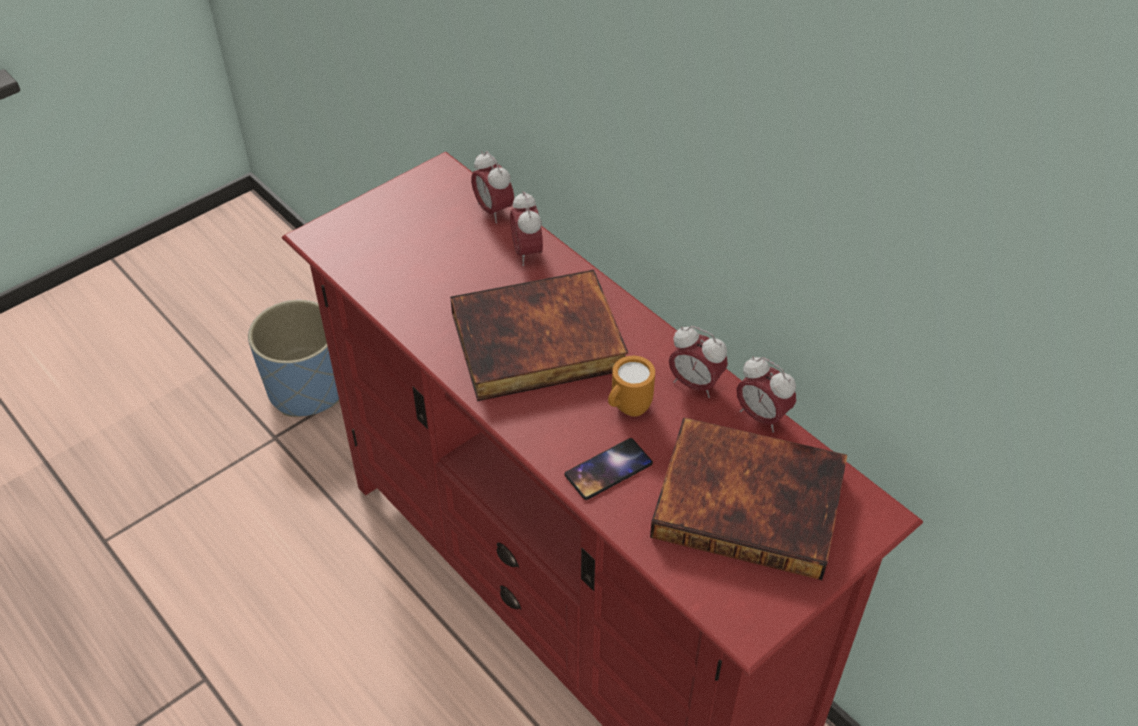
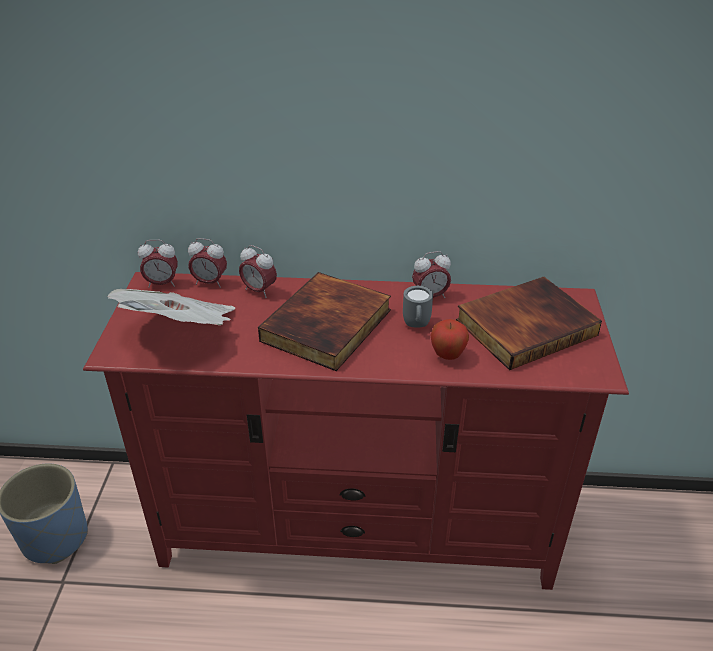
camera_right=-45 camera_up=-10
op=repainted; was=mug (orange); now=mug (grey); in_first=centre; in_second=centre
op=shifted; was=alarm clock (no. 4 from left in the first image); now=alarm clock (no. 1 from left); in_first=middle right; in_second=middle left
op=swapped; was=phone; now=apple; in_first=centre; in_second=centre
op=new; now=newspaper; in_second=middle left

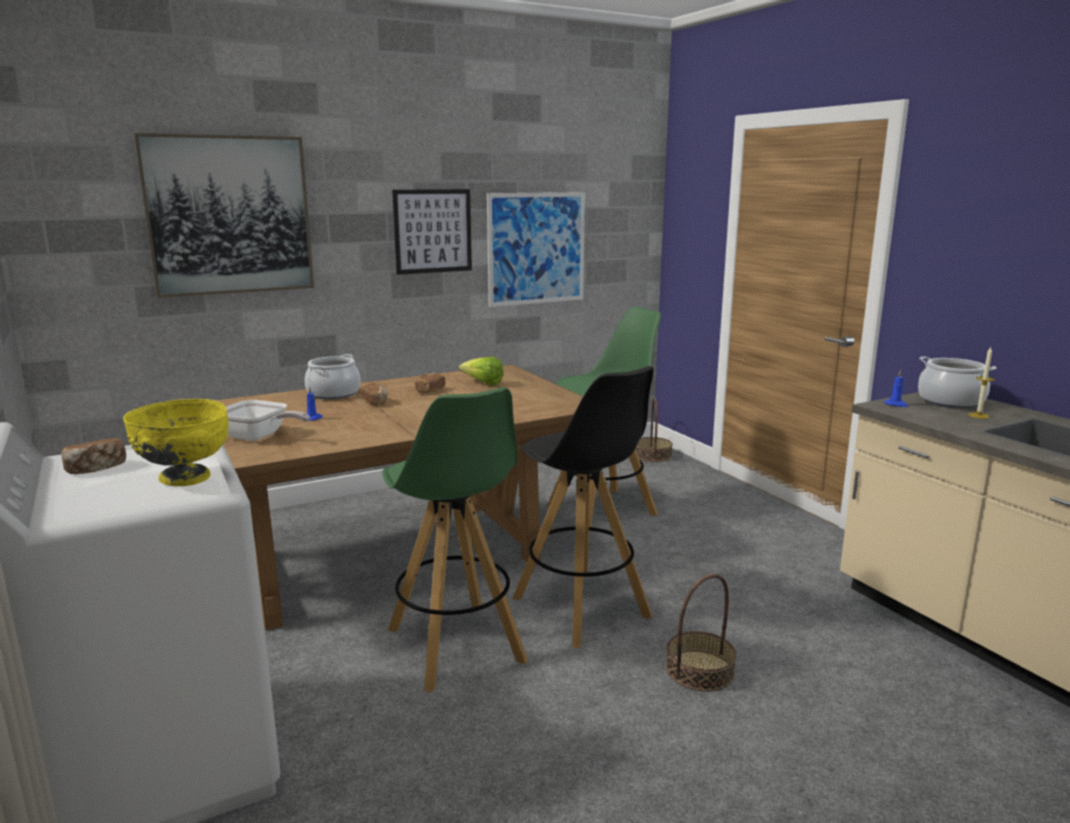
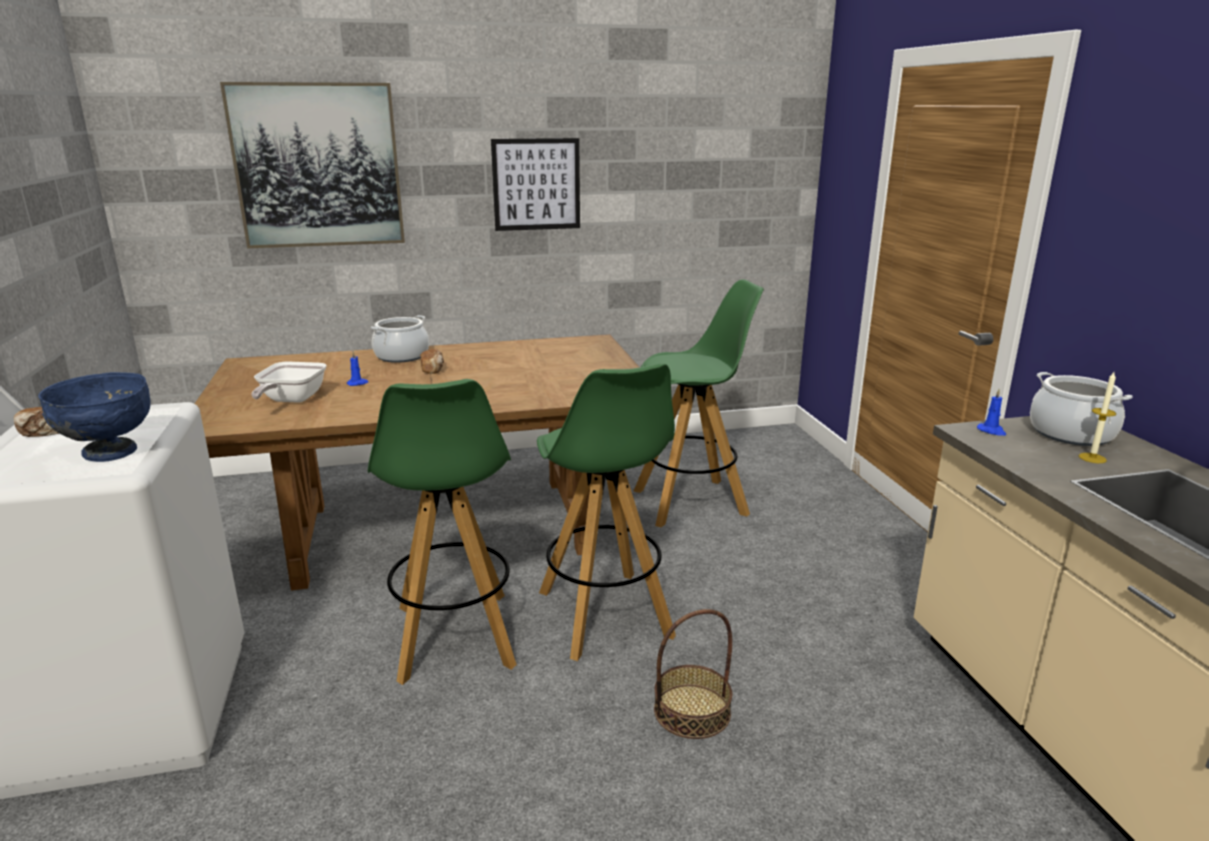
camera_right=15 camera_up=5
op=gone; was=picture (no. 3 from left); in_first=top centre
op=gone; was=lettuce; in_first=centre
op=repainted; was=stool (black); now=stool (green) (no. 2 from left); in_first=centre; in_second=centre
op=gone; was=bread (no. 3 from left); in_first=centre
op=gone; was=basket (no. 1 from left); in_first=centre
op=repainted; was=bowl (yellow); now=bowl (blue); in_first=middle left; in_second=middle left
op=rotated; was=frying pan; in_first=middle left; in_second=middle left; clockwise=60

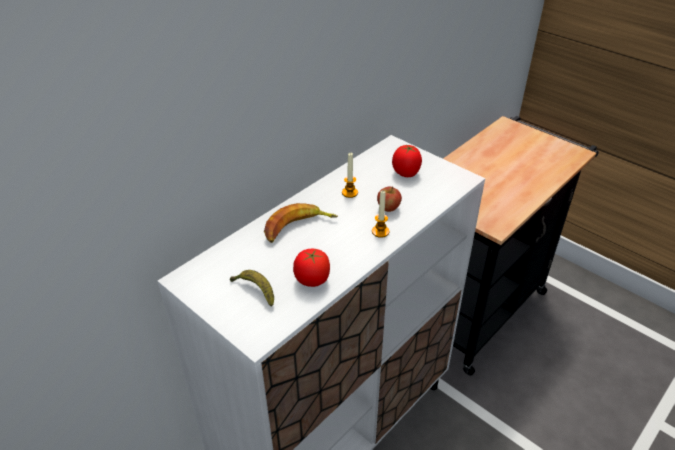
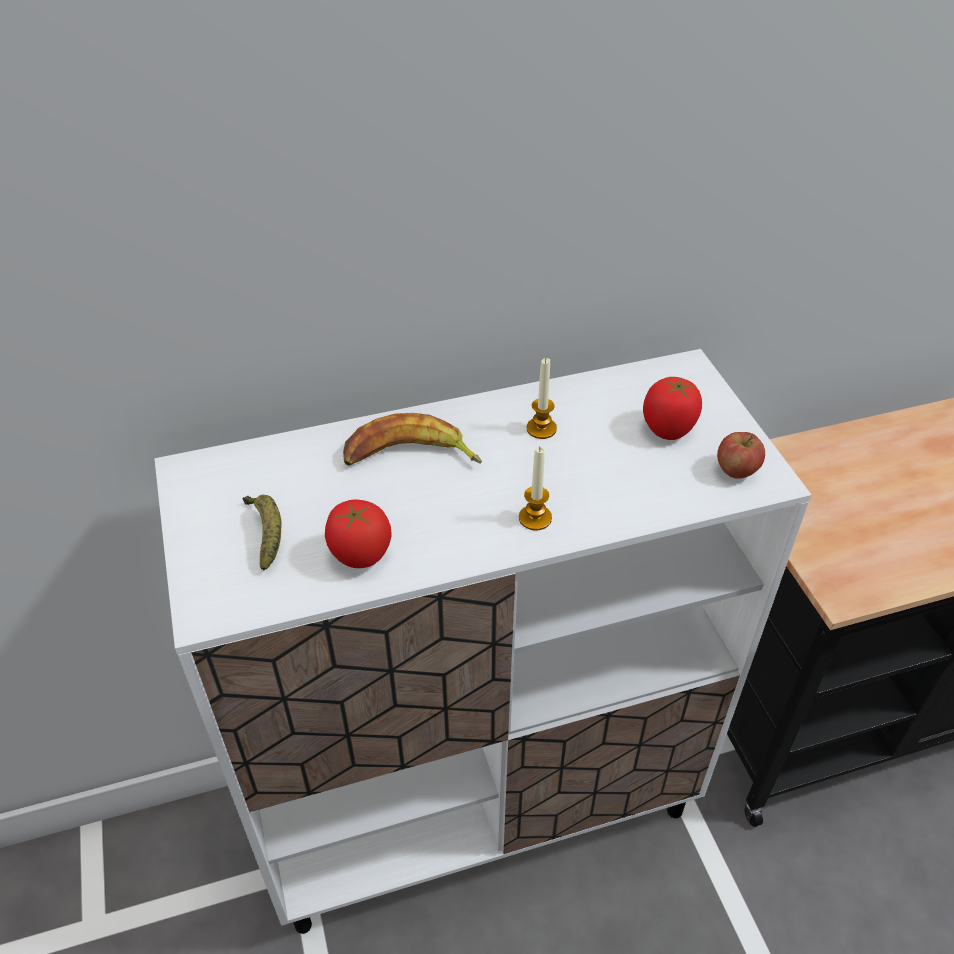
camera_right=30 camera_up=5
op=shifted; was=apple; in_first=centre; in_second=middle right

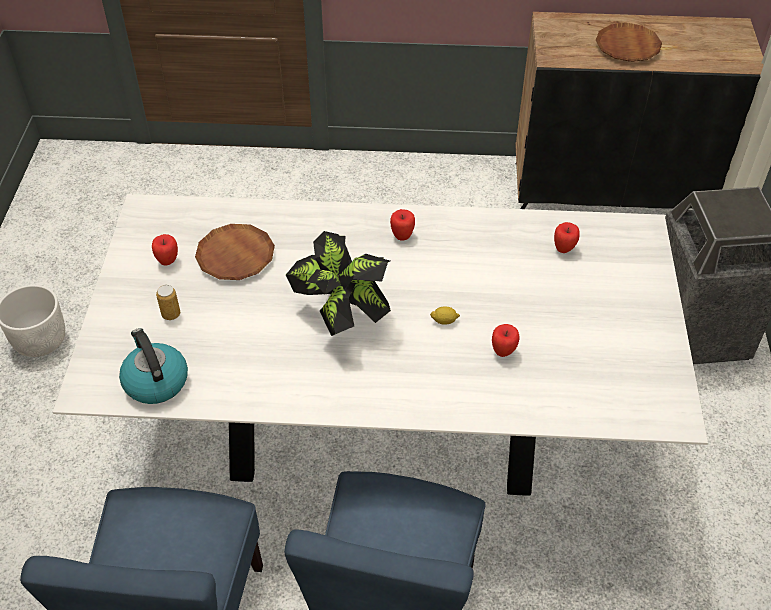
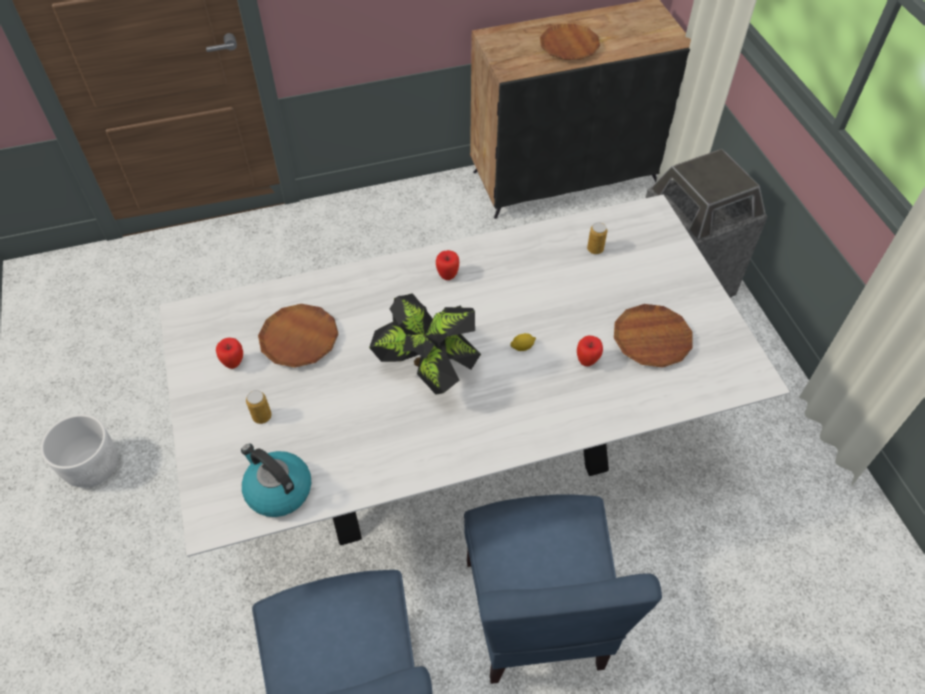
camera_right=-20 camera_up=5
op=swapped; was=apple (no. 4 from left); now=can (no. 2 from left); in_first=middle right; in_second=centre
op=new; now=plate (brown) (no. 3 from left); in_second=middle right

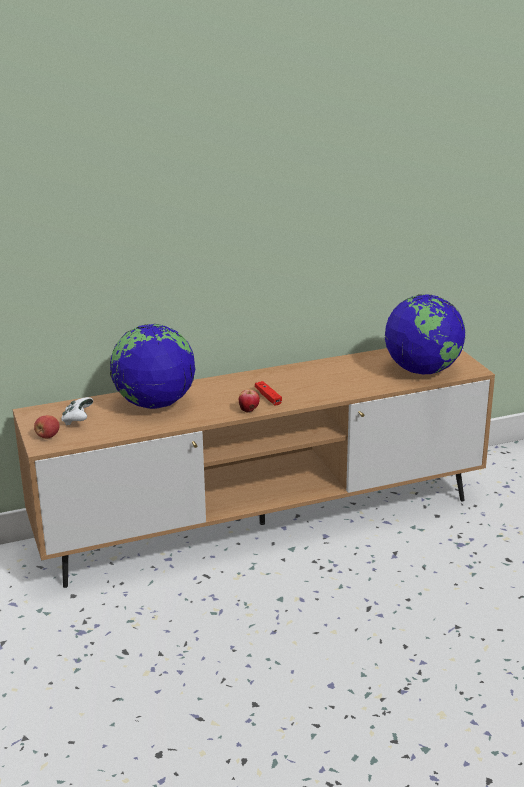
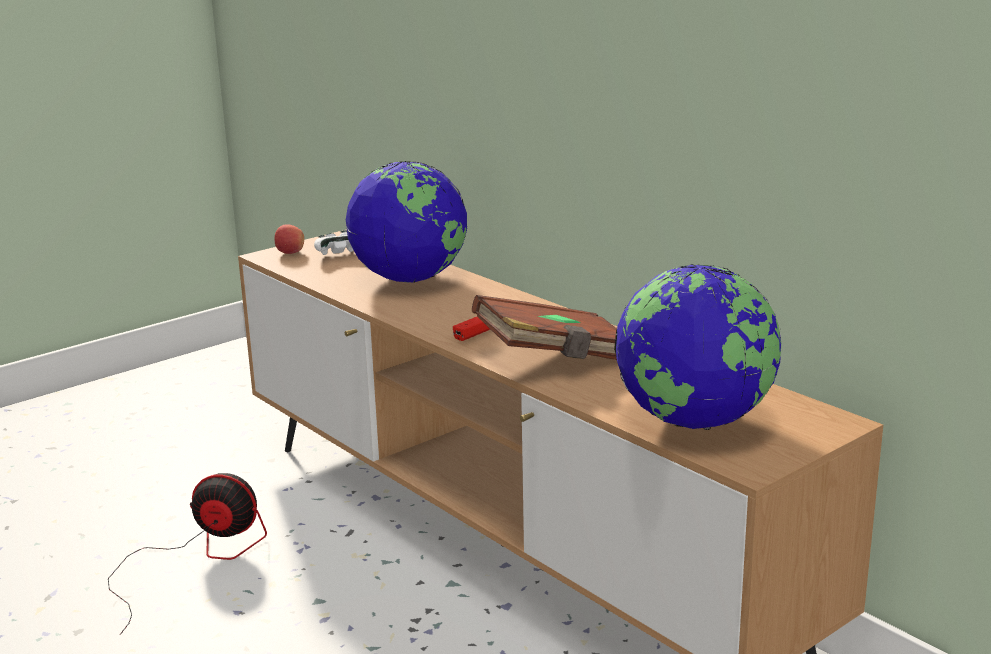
camera_right=70 camera_up=-5
op=gone; was=apple (no. 2 from left); in_first=centre
op=new; now=book (brown); in_second=centre
op=new; now=fan; in_second=bottom left

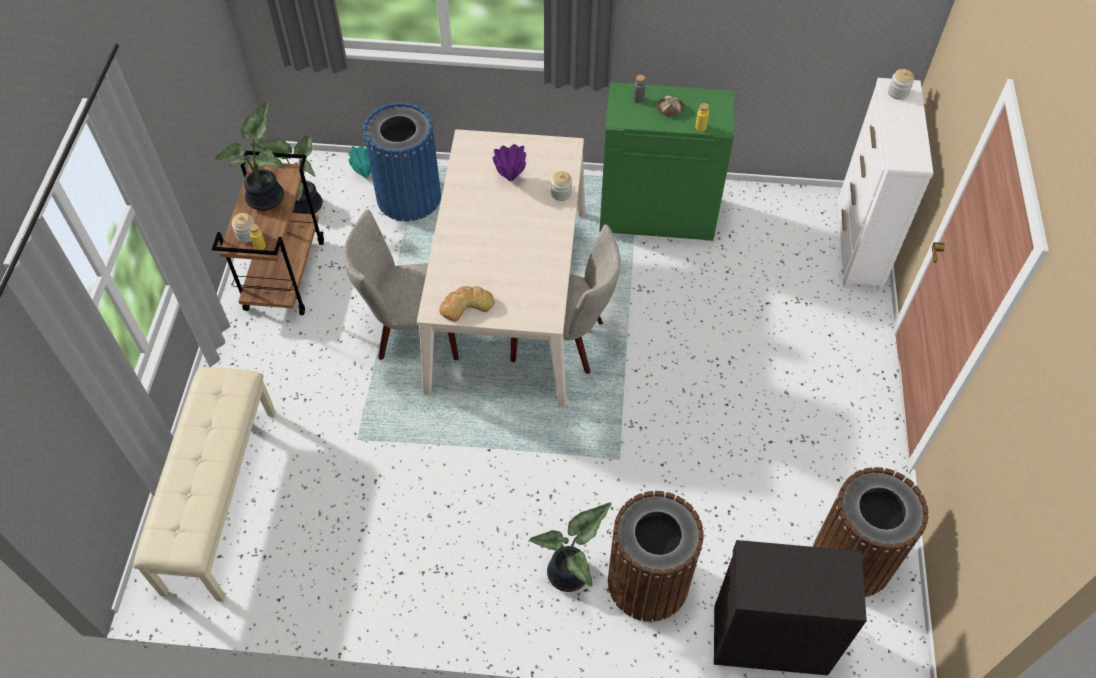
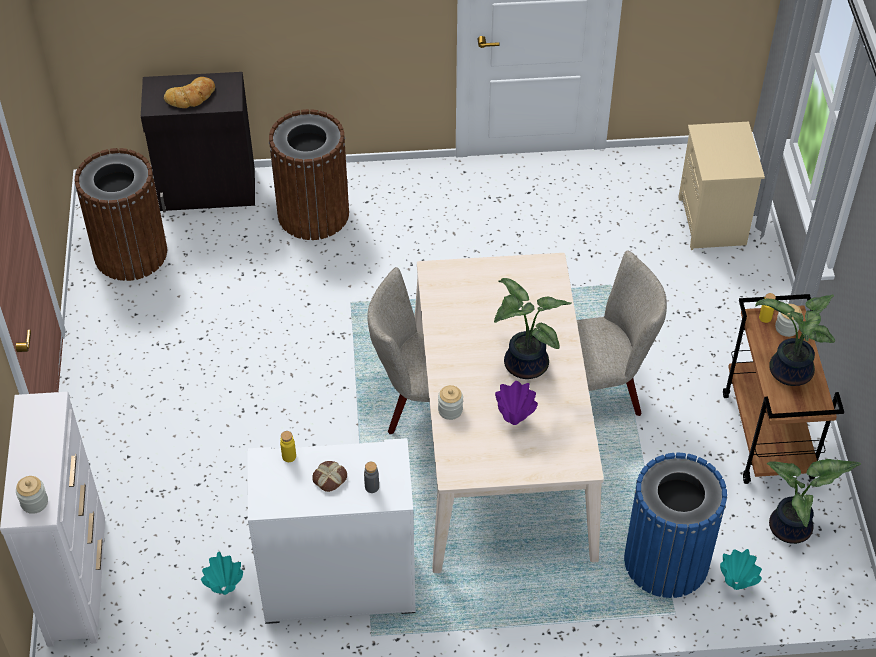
camera_right=170 camera_up=-5
op=repainted; was=cabinet (green); now=cabinet (white); in_first=top centre; in_second=bottom centre
op=shifted; was=bread (no. 1 from left); in_first=centre; in_second=top left
op=swapped; was=bench (beige); now=nightstand (beige); in_first=bottom left; in_second=top right
op=shifted; was=potted plant (no. 3 from left in the first image); now=potted plant (no. 1 from left); in_first=bottom centre; in_second=centre
op=new; now=vase (turquoise) (no. 1 from left); in_second=bottom left

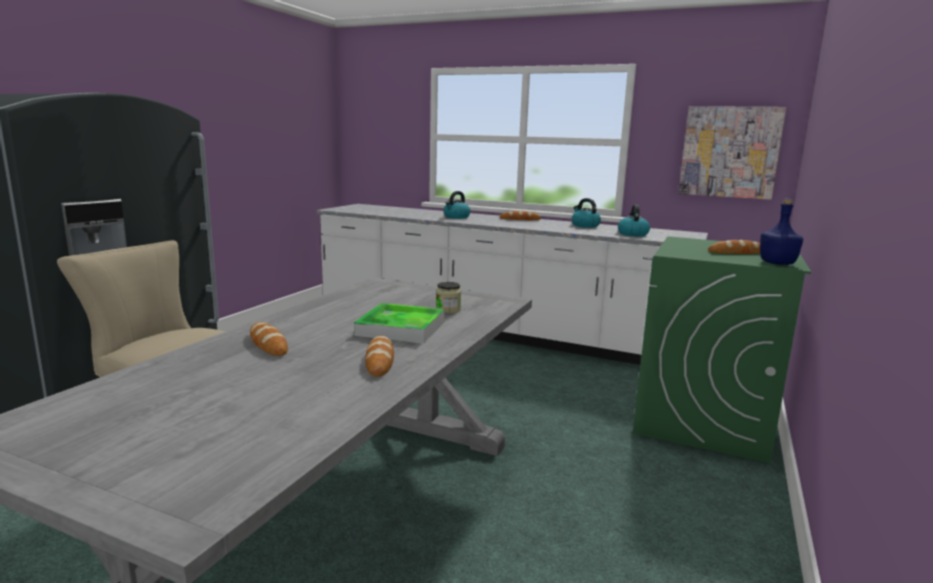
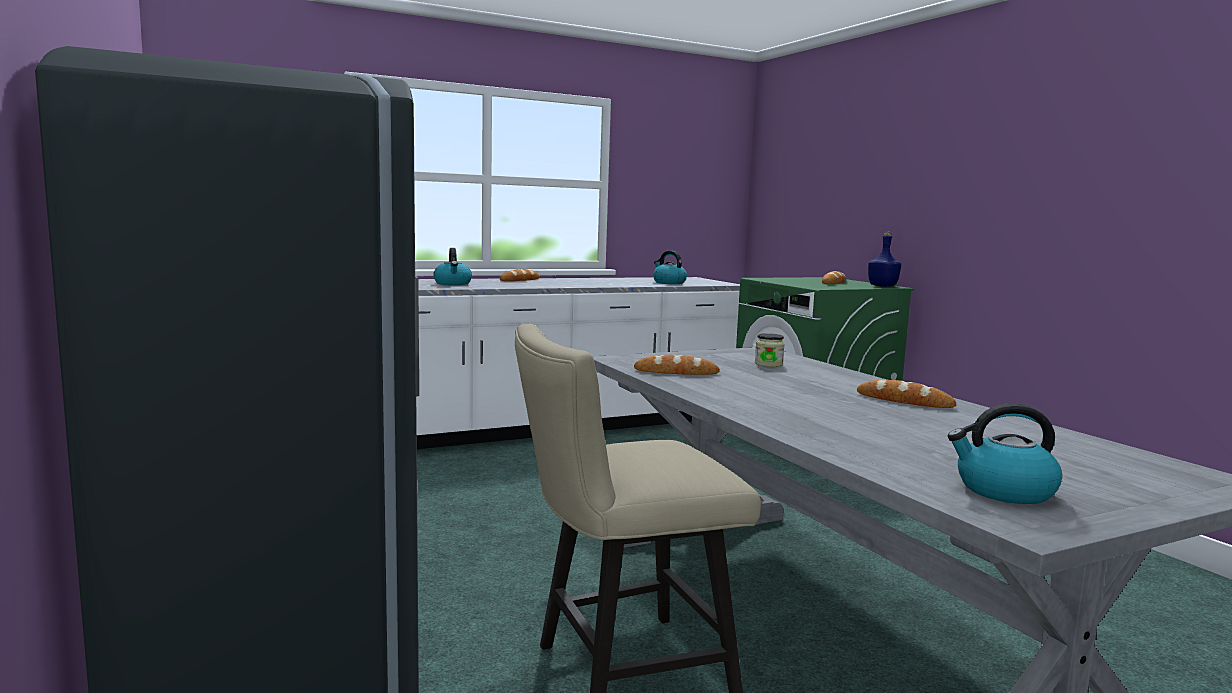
camera_right=-50 camera_up=-5
op=gone; was=picture; in_first=top right
op=shifted; was=kettle (no. 2 from left in the first image); now=kettle (no. 3 from left); in_first=centre; in_second=middle right
op=gone; was=tray; in_first=centre
op=shifted; was=bread (no. 1 from left in the first image); now=bread (no. 2 from left); in_first=middle left; in_second=centre

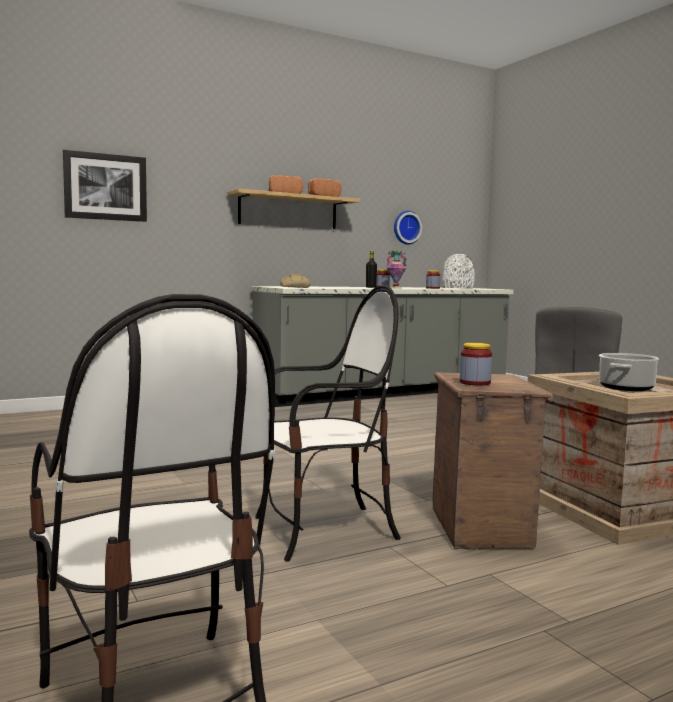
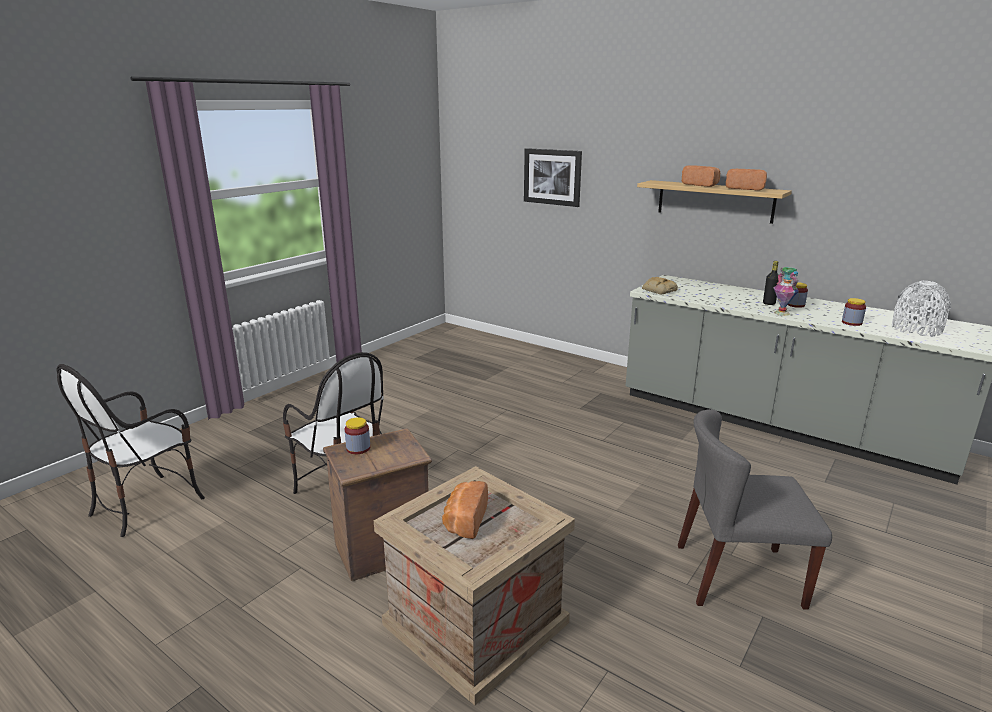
camera_right=65 camera_up=15
op=gone; was=wall clock; in_first=top centre
op=swapped; was=cooking pot; now=bread (no. 1 from left); in_first=middle right; in_second=bottom centre

